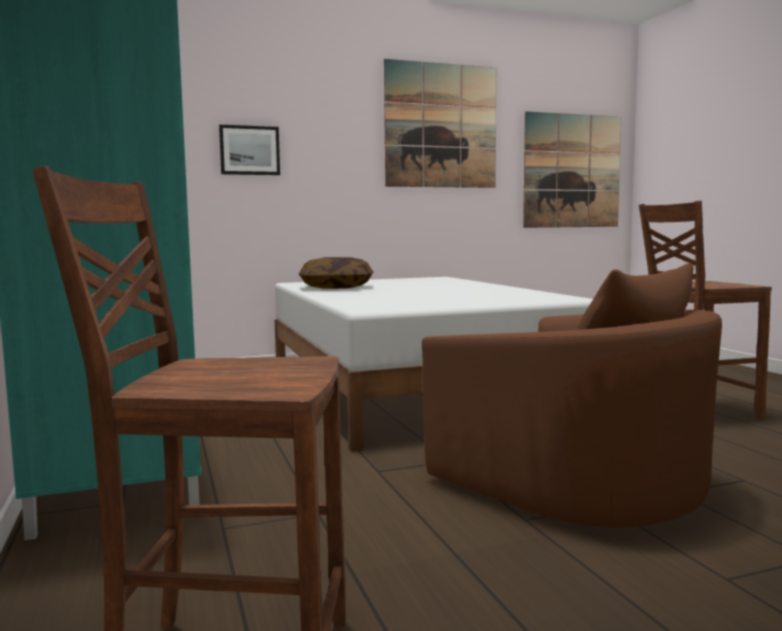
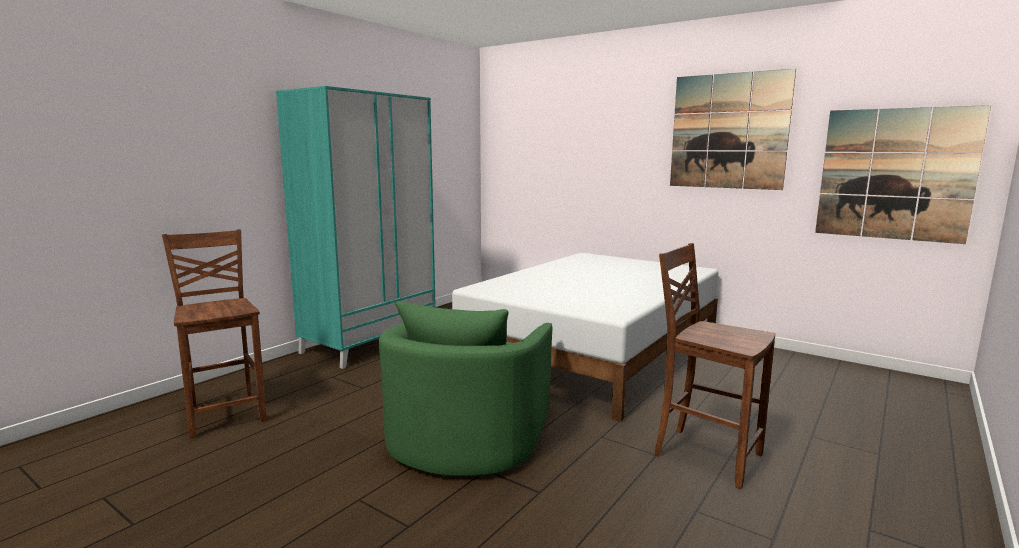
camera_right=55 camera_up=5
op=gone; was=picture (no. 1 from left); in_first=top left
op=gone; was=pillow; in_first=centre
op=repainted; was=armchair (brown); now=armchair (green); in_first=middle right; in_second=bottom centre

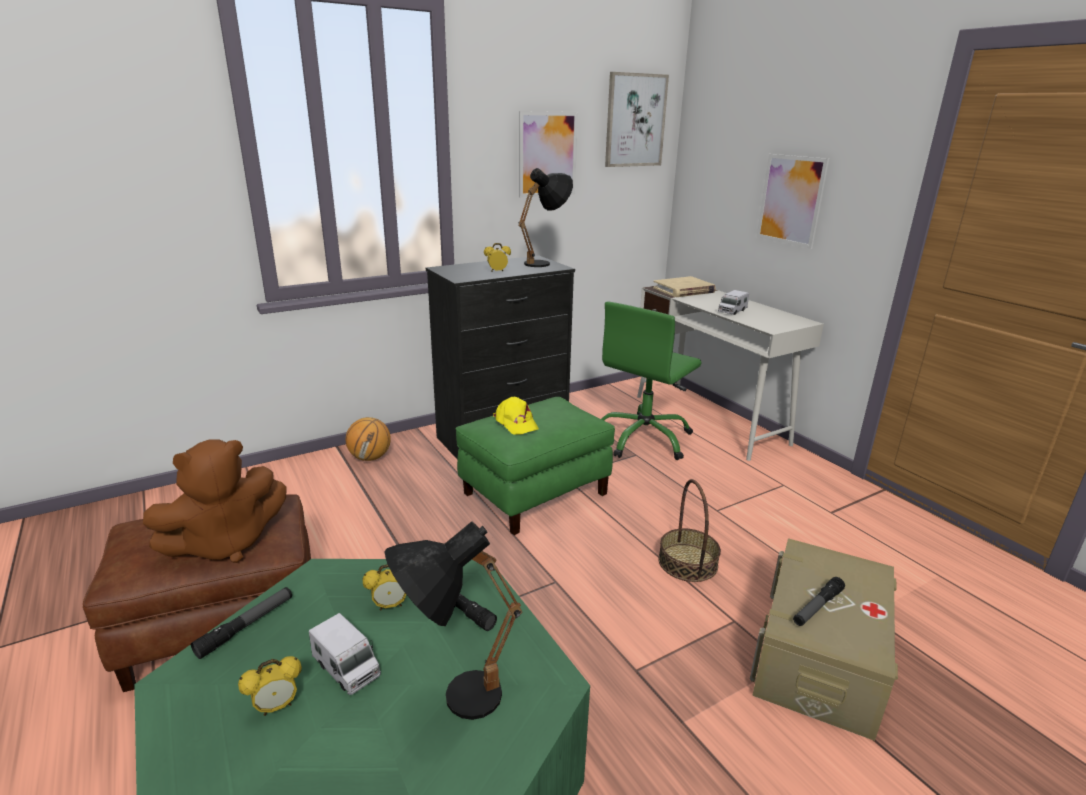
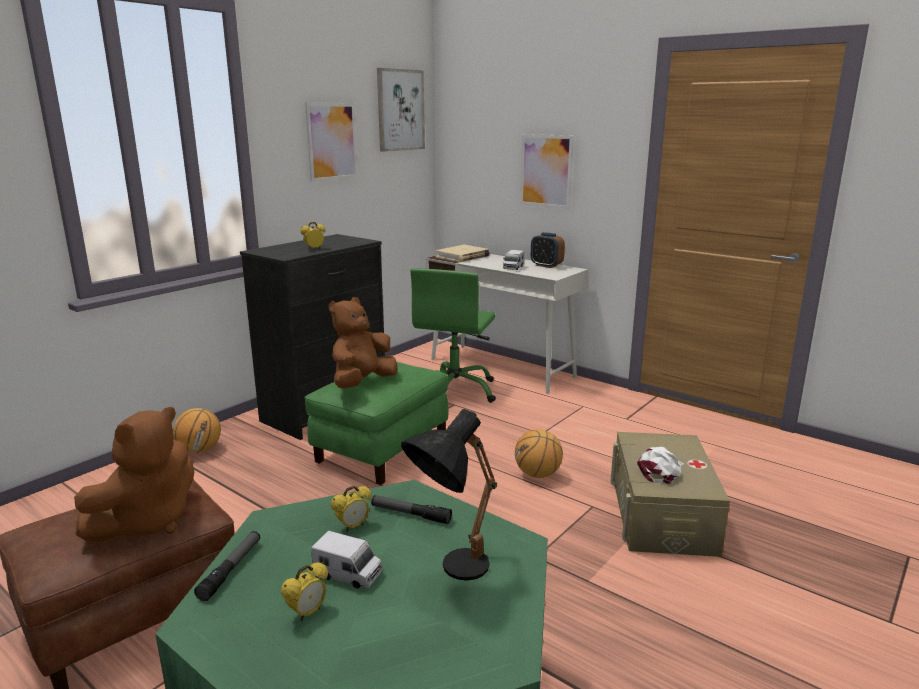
camera_right=-20 camera_up=-5
op=gone; was=table lamp (black) (no. 2 from left); in_first=top centre
op=swapped; was=cap (yellow); now=plush toy (brown) (no. 2 from left); in_first=centre; in_second=centre
op=swapped; was=basket; now=basketball (no. 2 from left); in_first=bottom centre; in_second=centre
op=swapped; was=flashlight (no. 3 from left); now=cap (white); in_first=bottom right; in_second=bottom right
op=new; now=alarm clock (no. 4 from left); in_second=centre

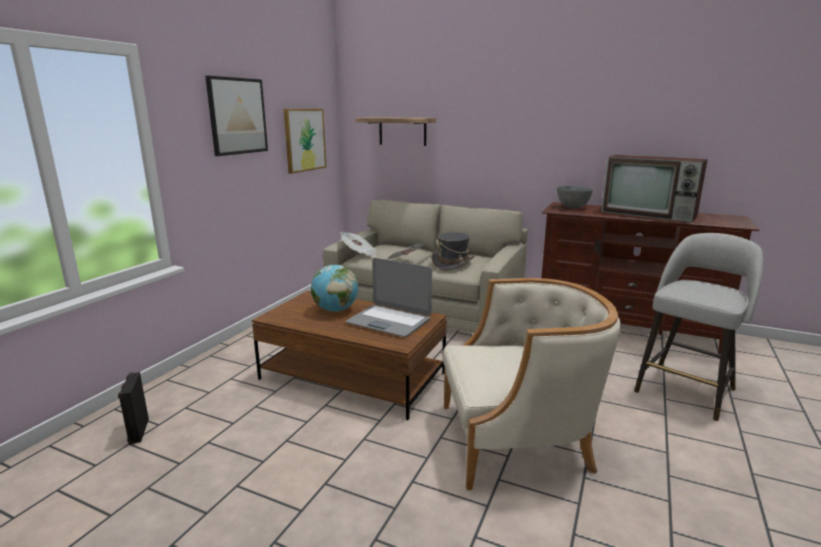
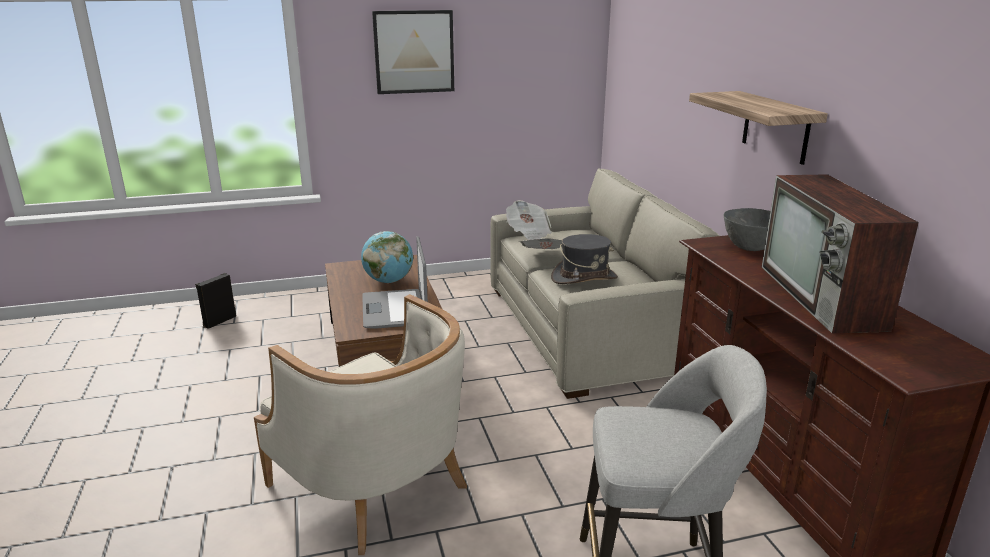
camera_right=50 camera_up=5
op=gone; was=picture (no. 2 from left); in_first=top centre
op=shifted; was=shelf; in_first=top centre; in_second=top right

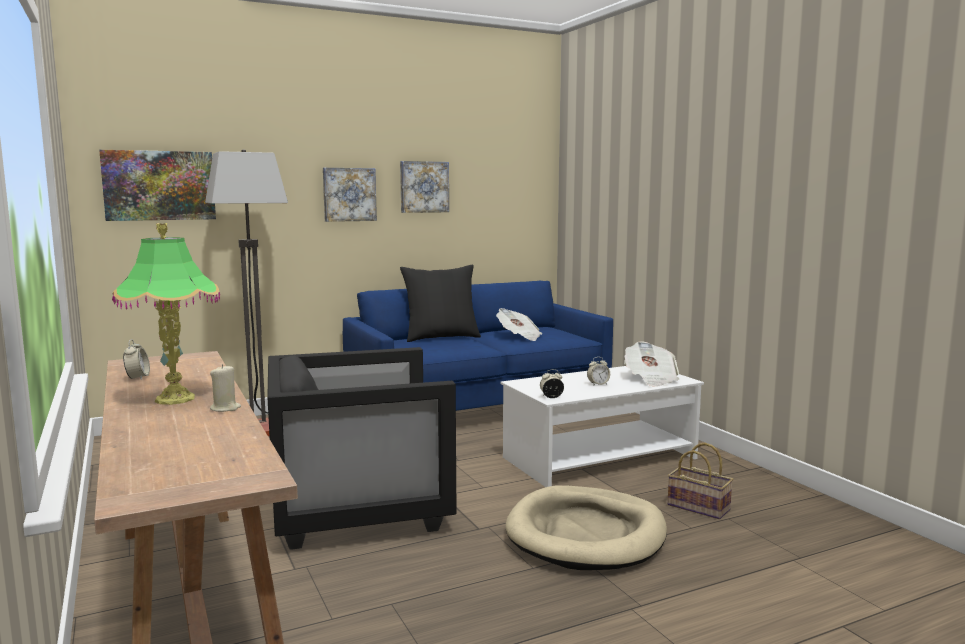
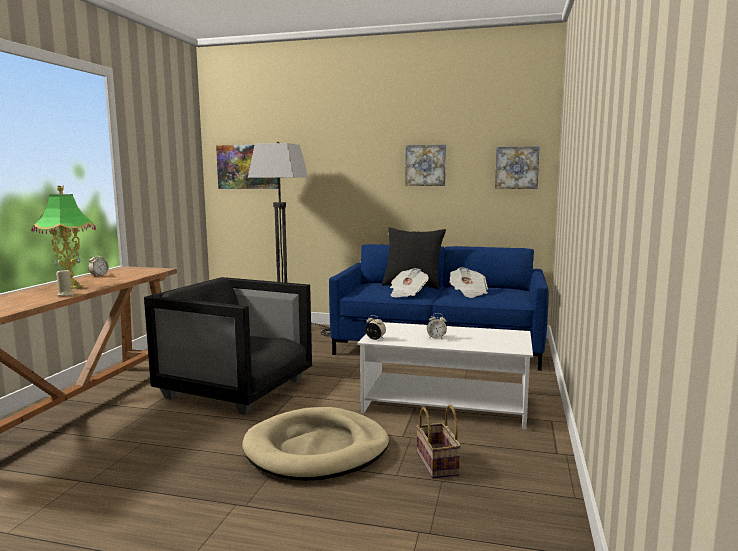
camera_right=40 camera_up=0
op=shifted; was=picture (no. 2 from left in the first image); now=picture (no. 3 from left); in_first=top centre; in_second=top right
op=shifted; was=newspaper (no. 2 from left in the first image); now=newspaper (no. 1 from left); in_first=middle right; in_second=centre

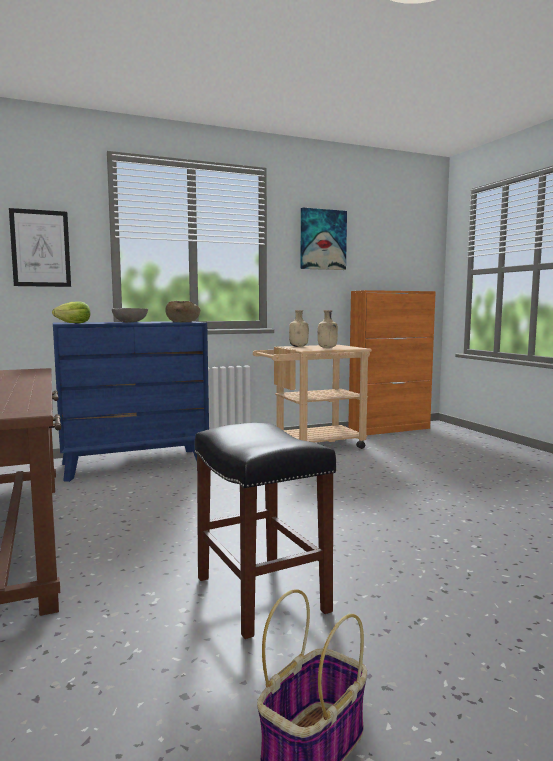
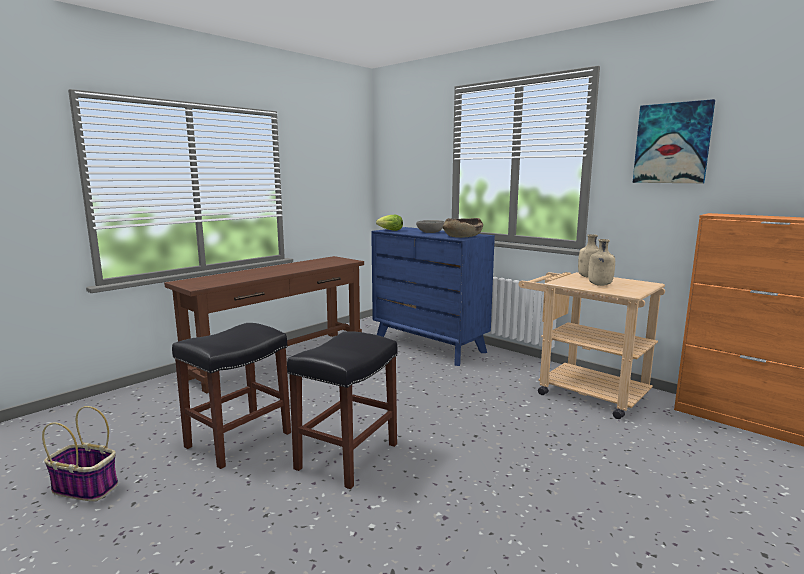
camera_right=65 camera_up=5
op=gone; was=picture (no. 1 from left); in_first=top left
op=new; now=stool (black) (no. 2 from left); in_second=bottom centre

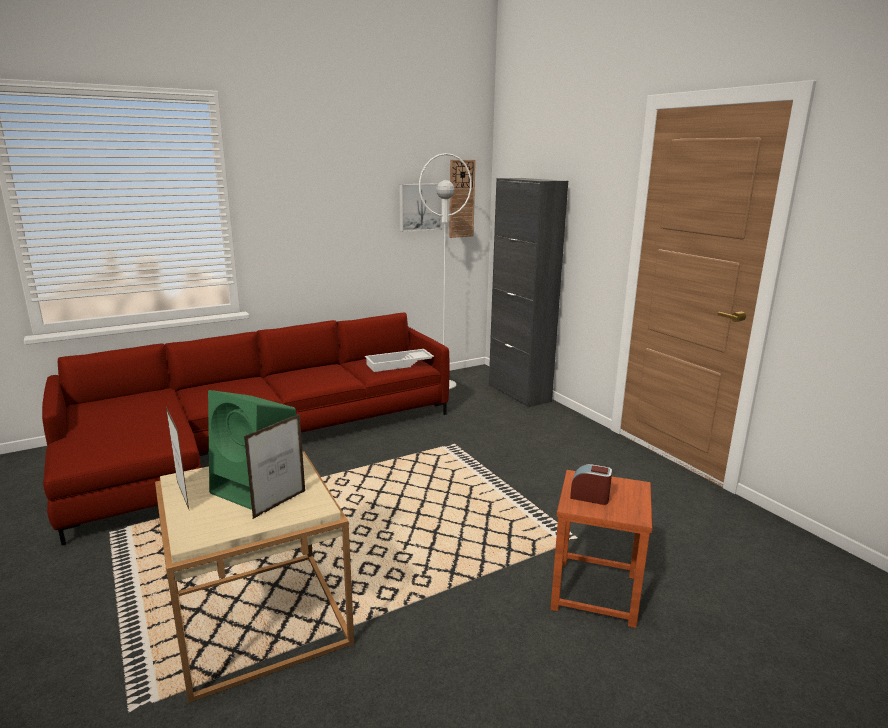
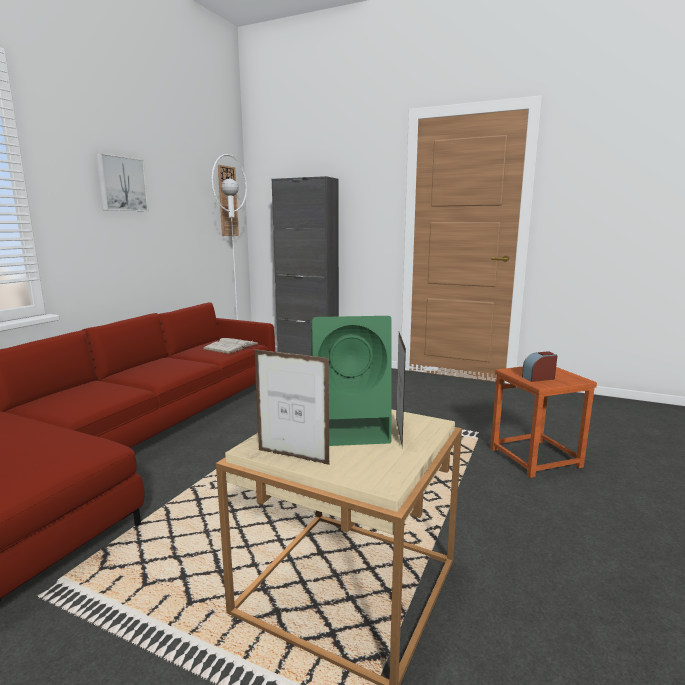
camera_right=-35 camera_up=-5
op=shifted; was=picture; in_first=top centre; in_second=top left
op=swapped; was=tray (white); now=book (white); in_first=centre; in_second=centre

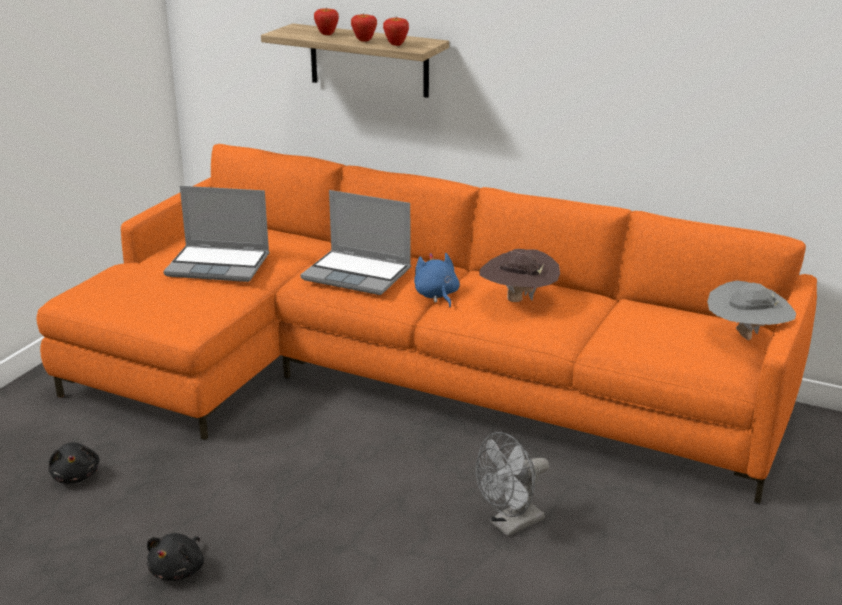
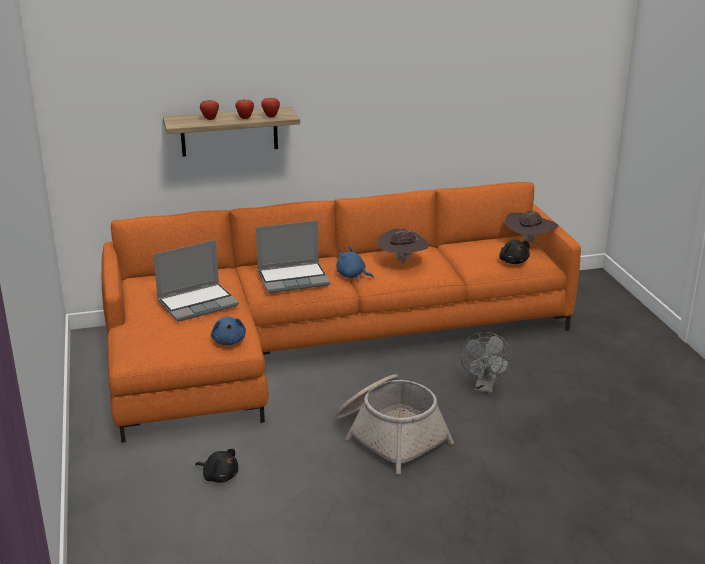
camera_right=-40 camera_up=0
op=repainted; was=hat (grey); now=hat (brown) (no. 2 from left); in_first=middle right; in_second=middle right
op=shifted; was=plush toy (black) (no. 2 from left); in_first=bottom left; in_second=middle right
op=new; now=plush toy (blue) (no. 1 from left); in_second=middle left
op=new; now=basket; in_second=bottom centre

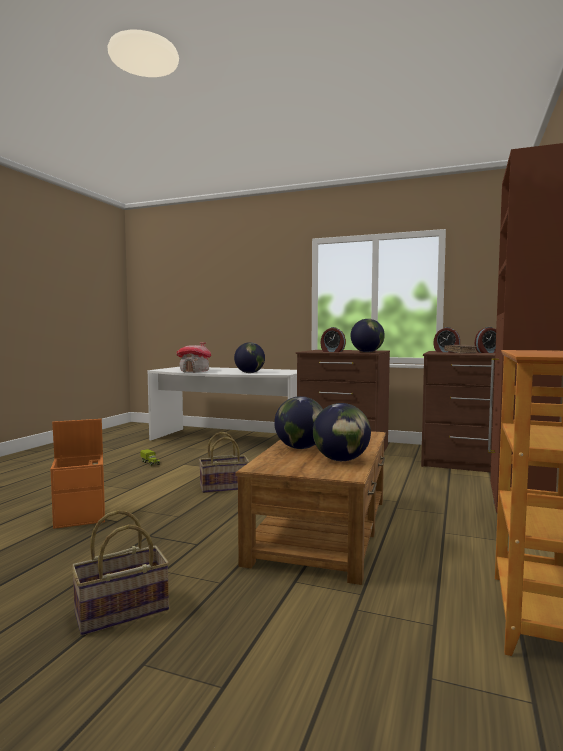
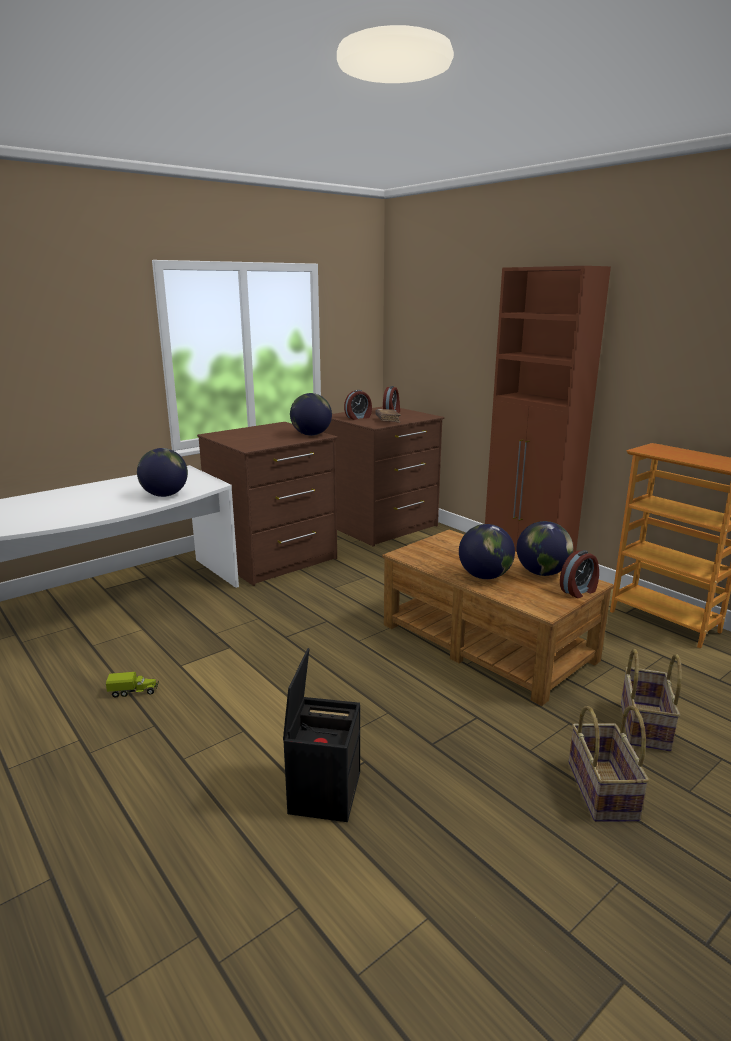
camera_right=-60 camera_up=15
op=shifted; was=alarm clock (no. 1 from left in the first image); now=alarm clock (no. 3 from left); in_first=centre; in_second=middle right
op=gone; was=toy house; in_first=centre
op=repainted; was=storage box (orange); now=storage box (black); in_first=middle left; in_second=bottom centre
op=shifted; was=basket (no. 2 from left); in_first=centre; in_second=bottom right

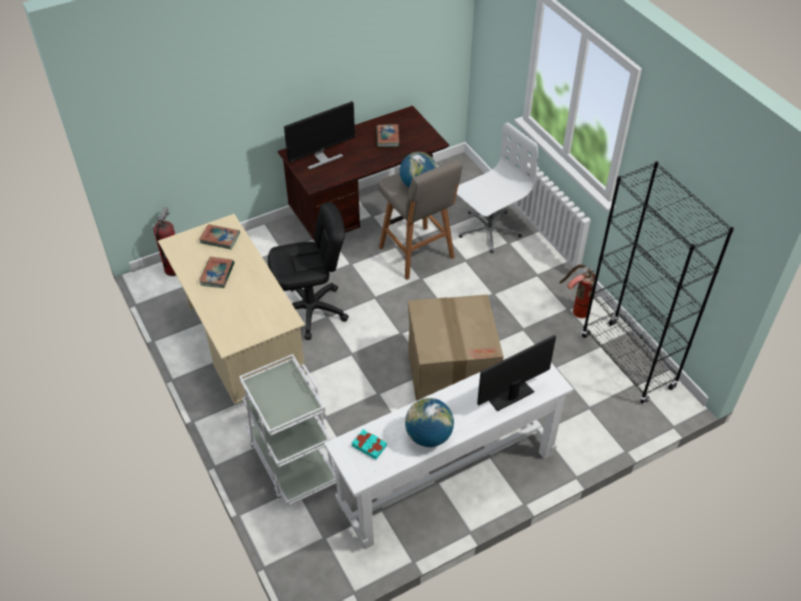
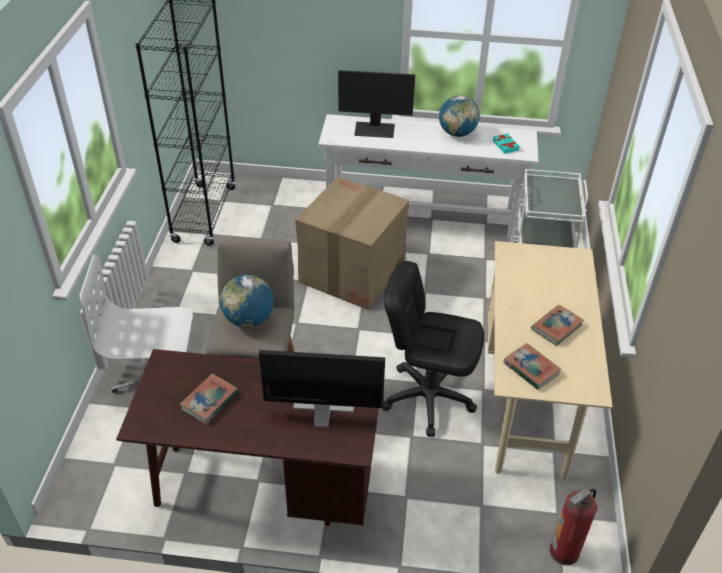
camera_right=-145 camera_up=-5
op=gone; was=fire extinguisher (no. 2 from left); in_first=middle right

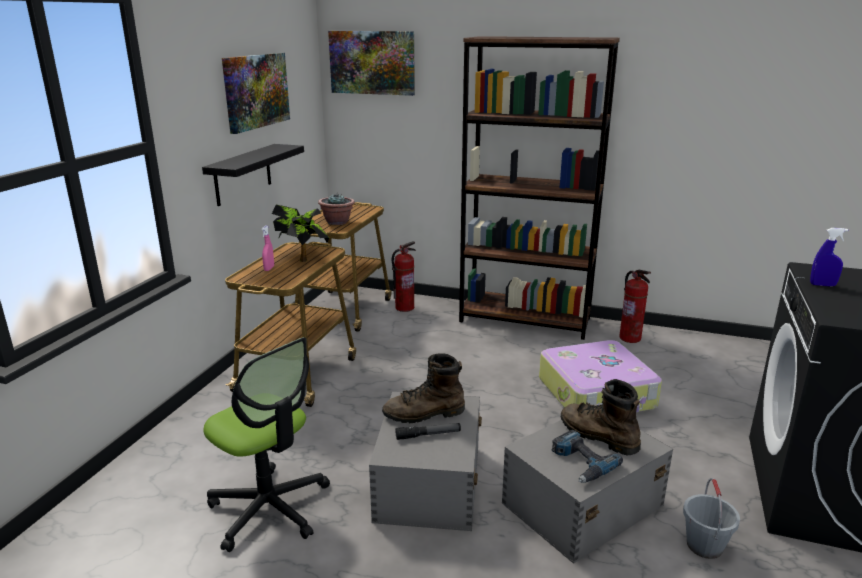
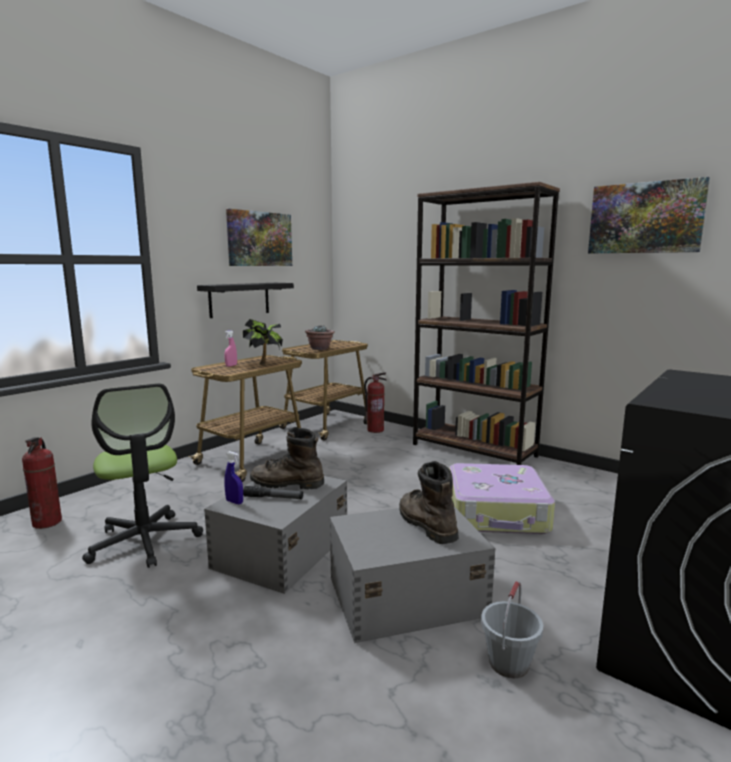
camera_right=20 camera_up=-10
op=shifted; was=picture (no. 2 from left); in_first=top centre; in_second=top right
op=shifted; was=spray bottle (blue); in_first=middle right; in_second=middle left
op=shifted; was=fire extinguisher (no. 2 from left in the first image); now=fire extinguisher (no. 1 from left); in_first=middle right; in_second=middle left
op=gone; was=power drill; in_first=bottom right

